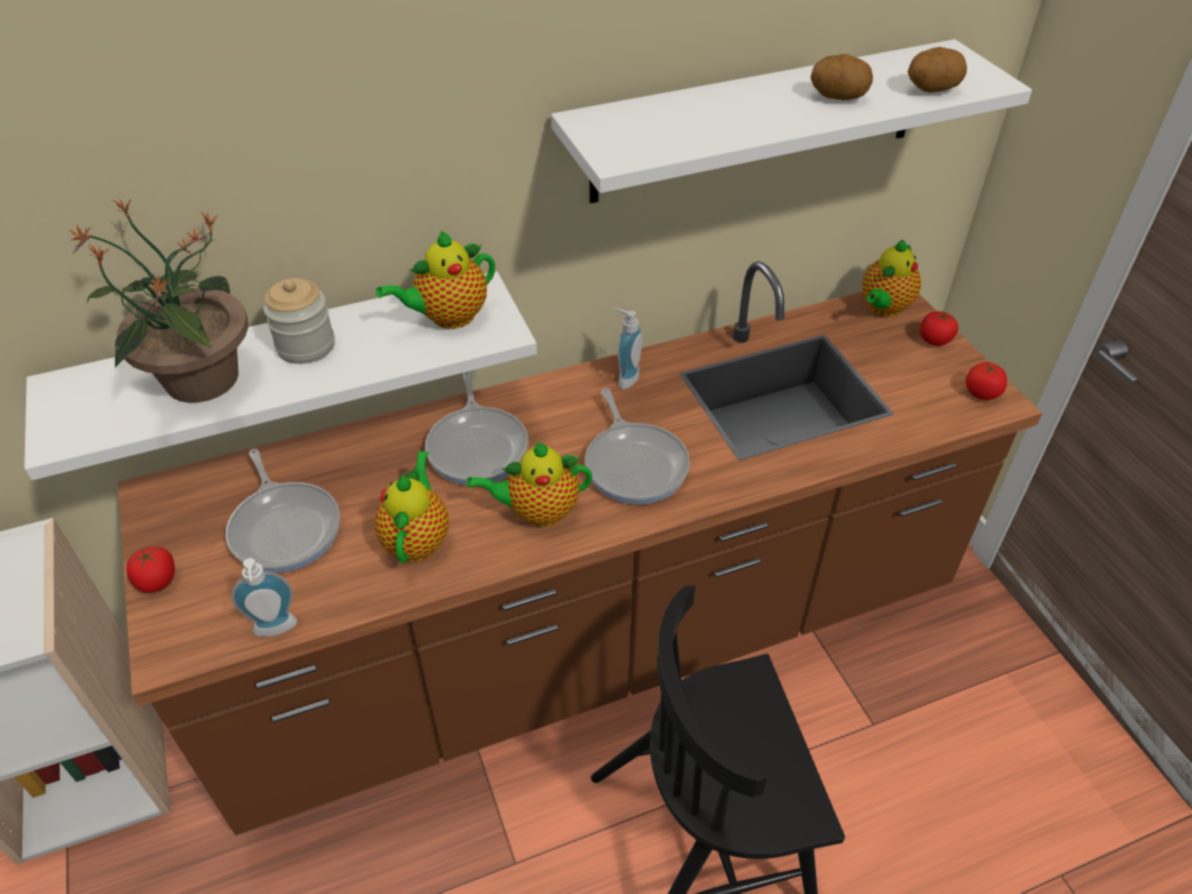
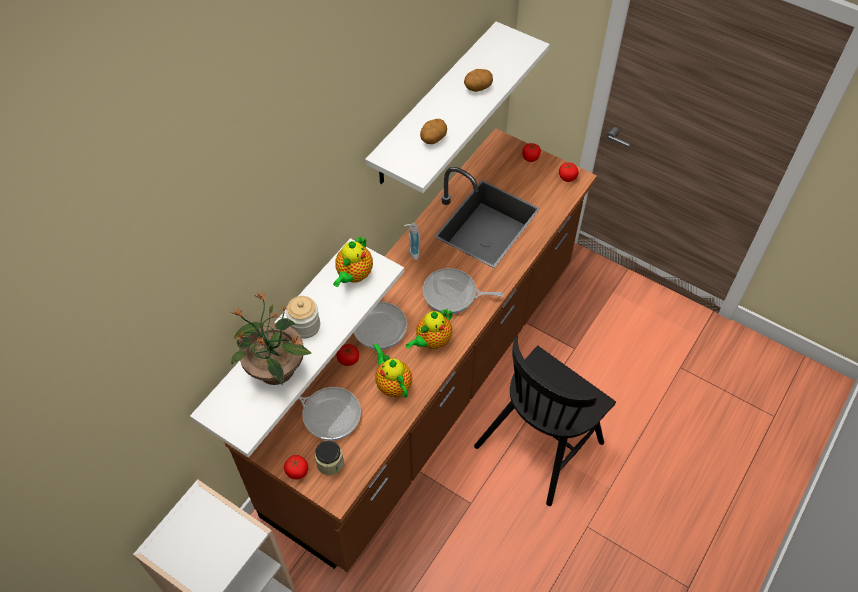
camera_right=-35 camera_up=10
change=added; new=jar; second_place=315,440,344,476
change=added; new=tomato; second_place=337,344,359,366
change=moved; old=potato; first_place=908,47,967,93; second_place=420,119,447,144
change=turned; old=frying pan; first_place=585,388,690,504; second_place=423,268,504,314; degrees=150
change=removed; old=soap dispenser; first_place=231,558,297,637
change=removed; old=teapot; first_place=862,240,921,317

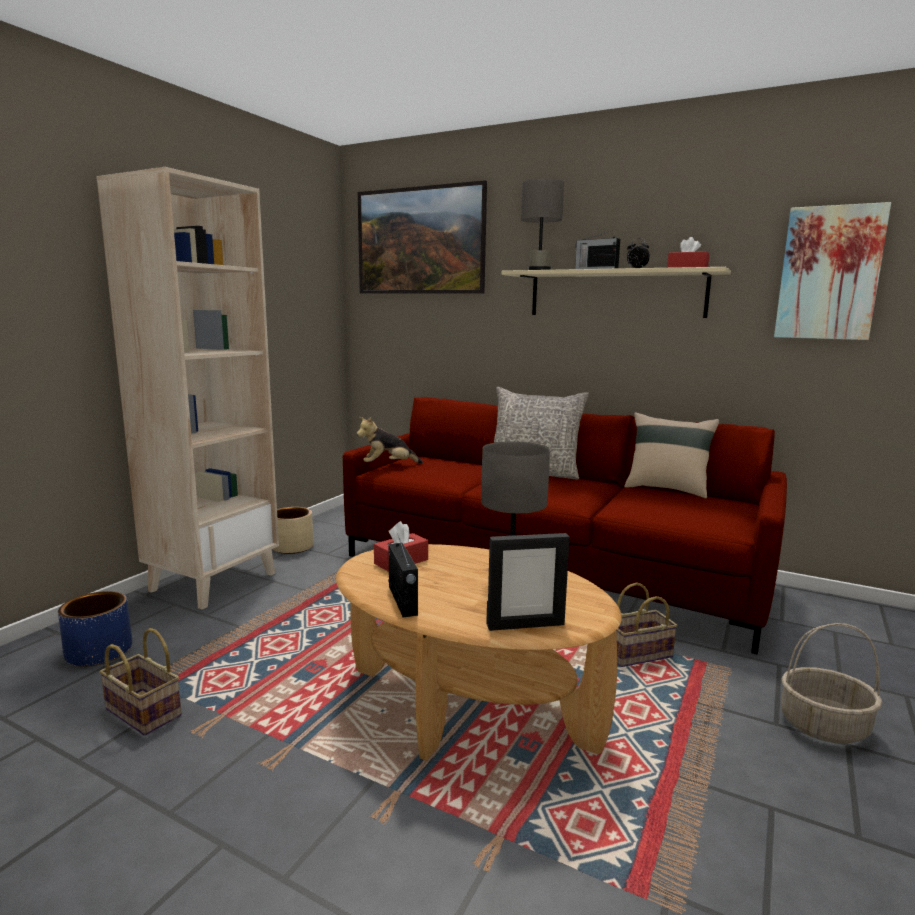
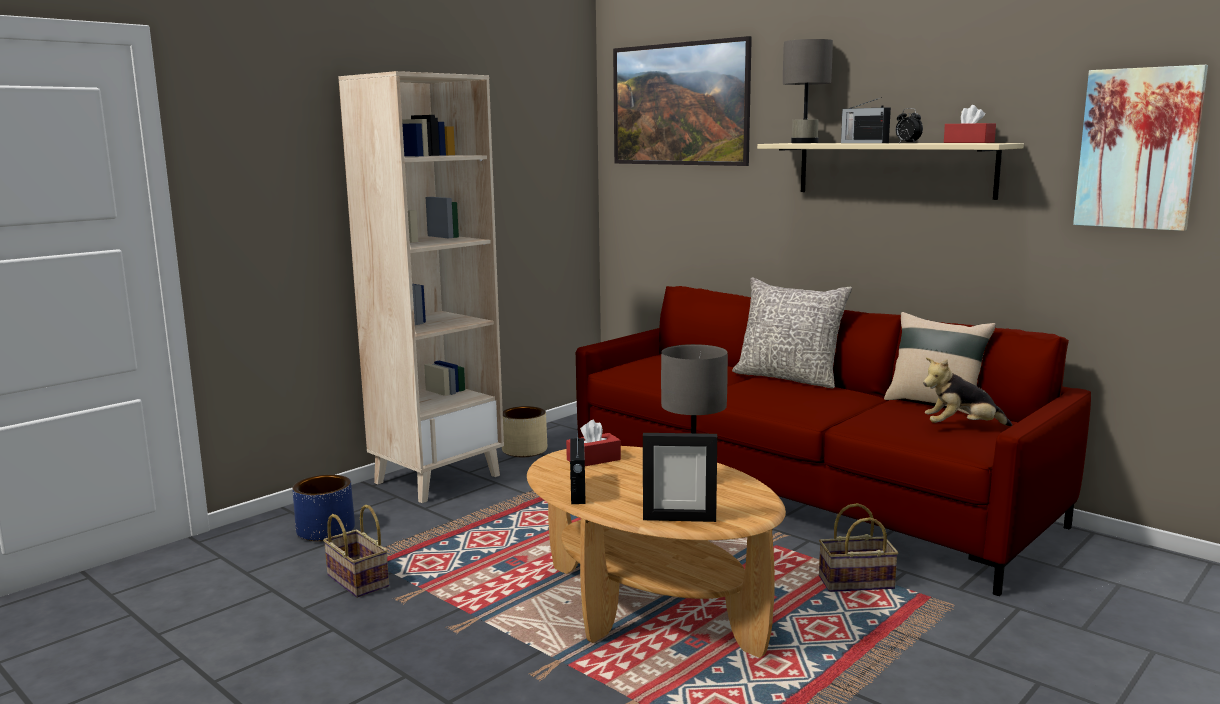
camera_right=15 camera_up=0
change=moved; old=plush toy; first_place=357,417,423,464; second_place=923,358,1012,426
change=removed; old=basket; first_place=781,623,882,744

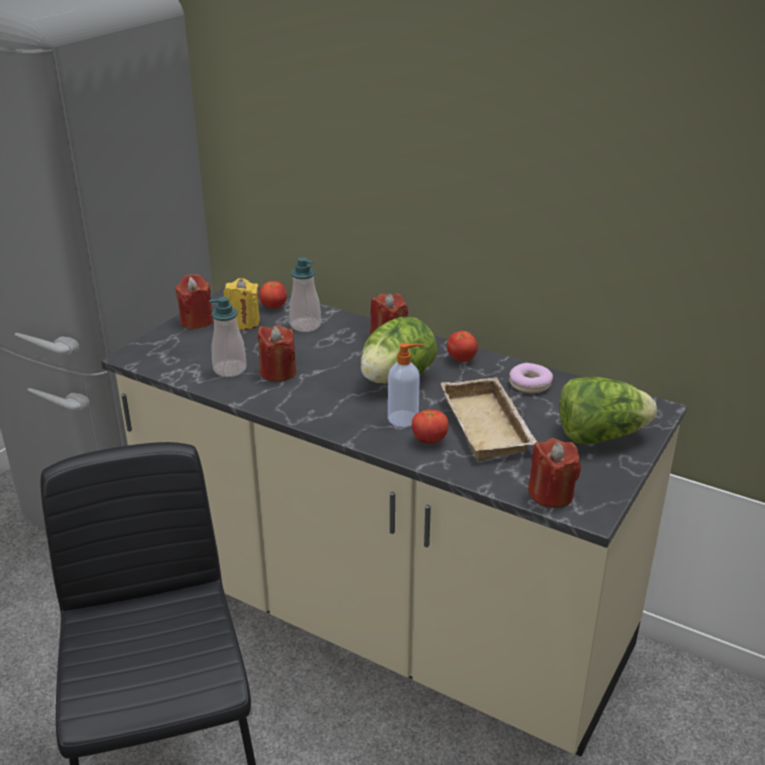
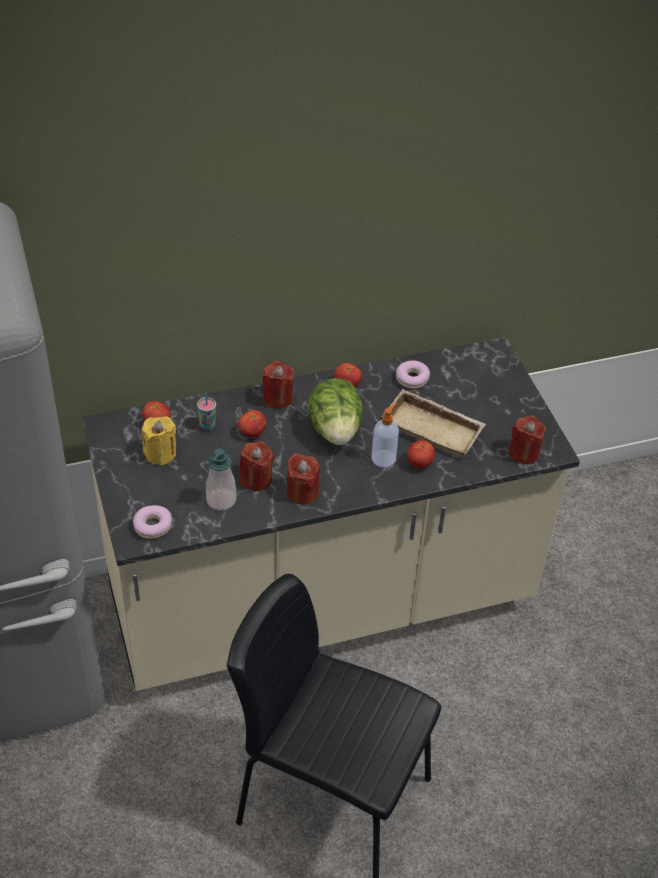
camera_right=-50 camera_up=15
change=added; new=donut; second_place=133,505,172,539
change=replaced; old=soap dispenser; new=cup; first_place=289,257,321,332; second_place=197,392,216,430
change=added; new=tomato; second_place=238,410,266,438
change=moved; old=candle (red); first_place=175,274,213,329; second_place=286,453,320,504
change=removed; old=lettuce; first_place=559,377,657,444

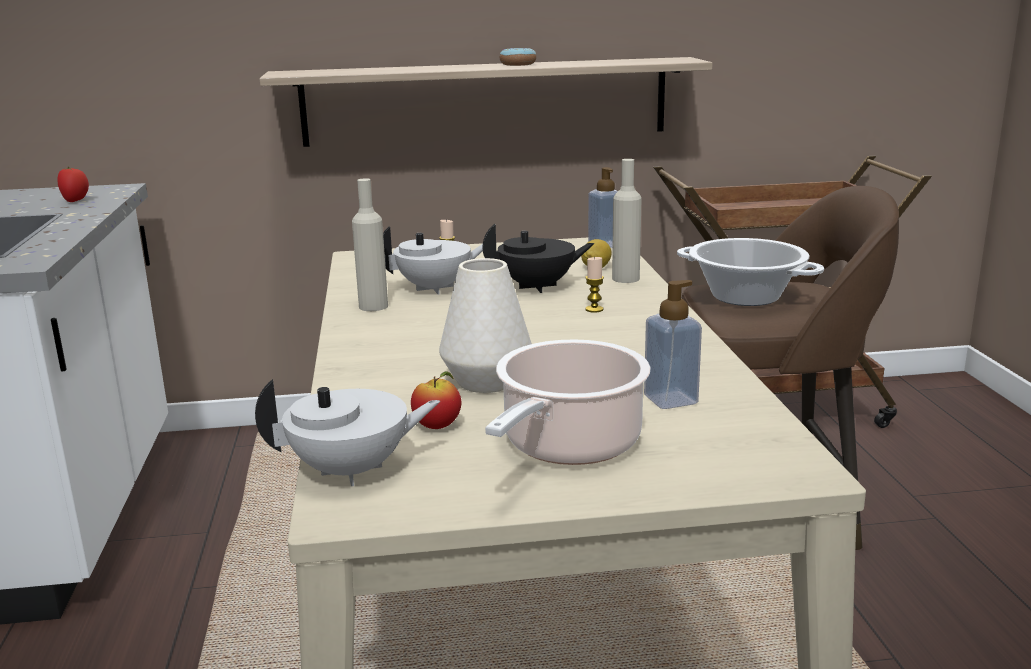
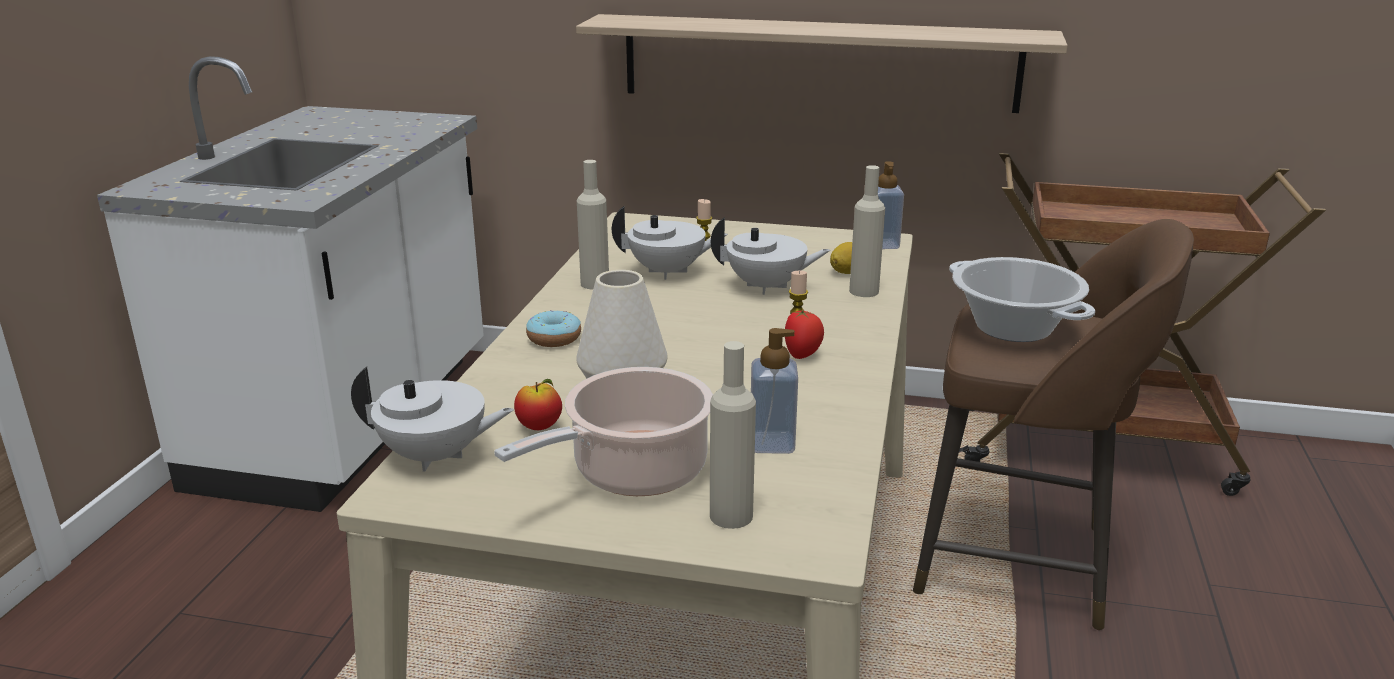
camera_right=20 camera_up=5
change=moved; old=donut; first_place=500,48,536,66; second_place=526,311,581,347
change=added; new=bottle (beige); second_place=710,341,756,529
change=recoloured; old=teapot (black); new=teapot (white); first_place=483,224,595,293; second_place=711,217,831,295
change=moved; old=tomato; first_place=57,167,89,202; second_place=785,310,824,359

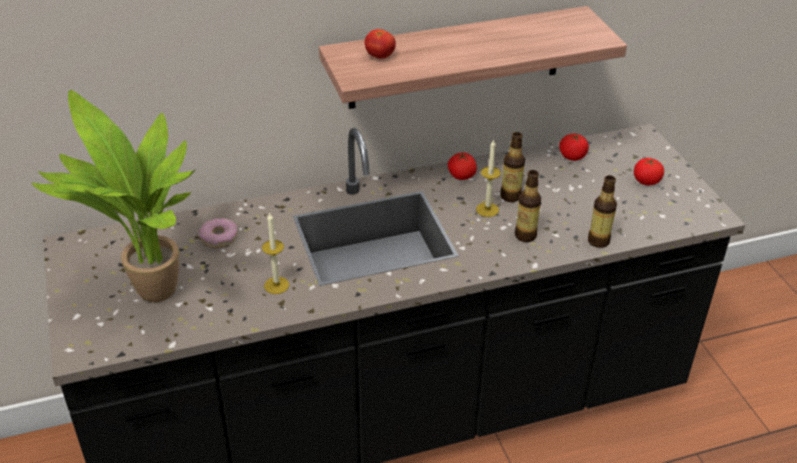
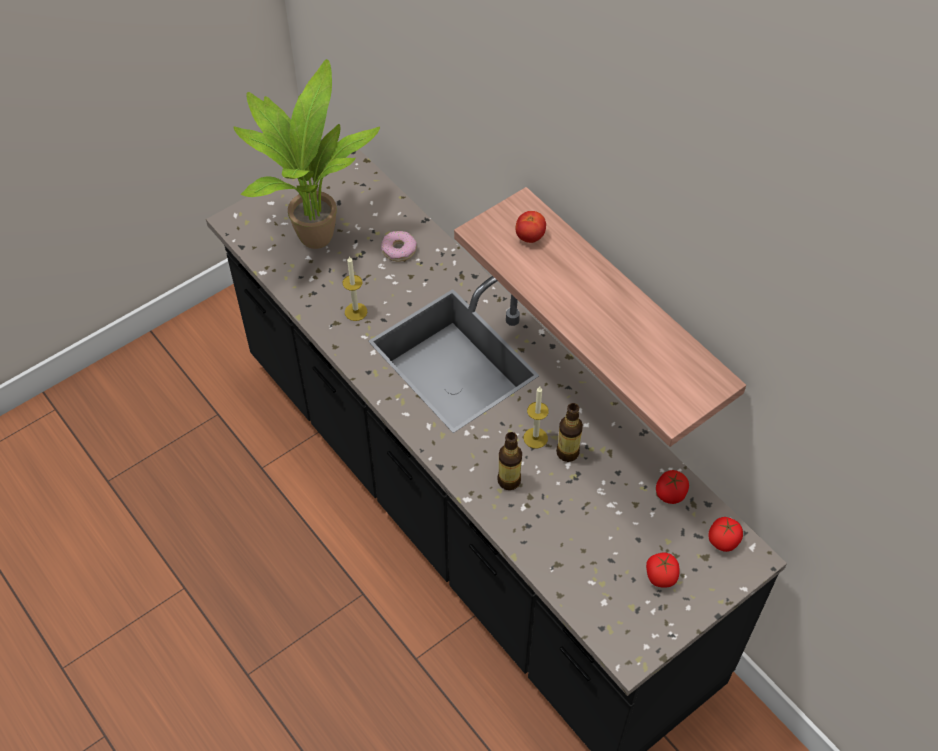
camera_right=70 camera_up=15
change=moved; old=tomato; first_place=448,152,477,180; second_place=708,517,743,552
change=removed; old=bottle; first_place=588,175,617,248

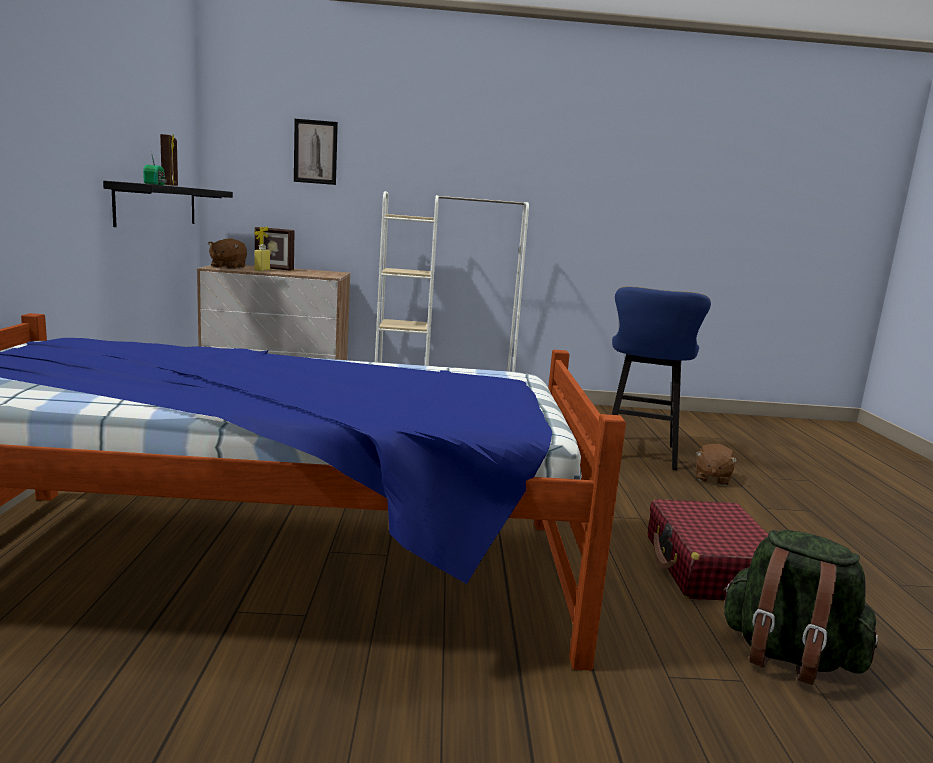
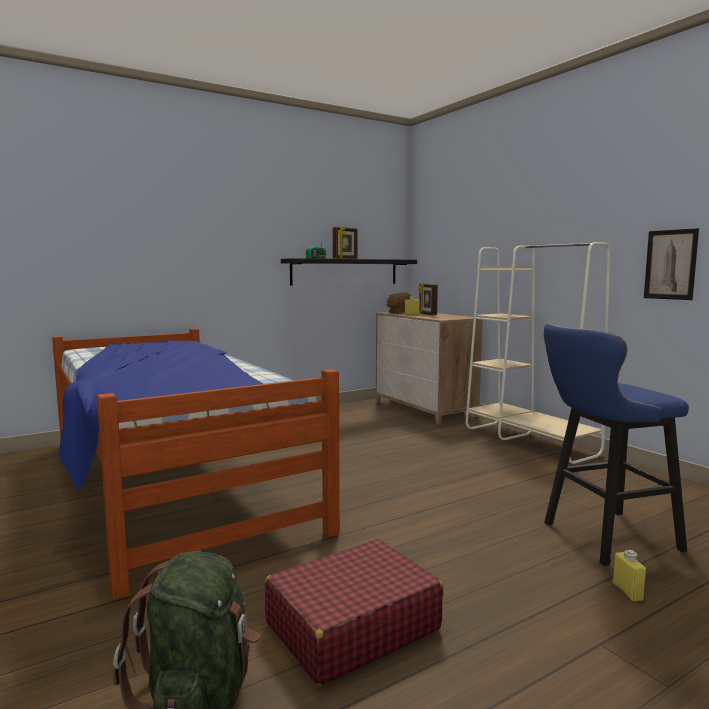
camera_right=60 camera_up=-5
change=replaced; old=plush toy (brown); new=bottle (yellow); first_place=696,444,738,486; second_place=613,550,646,601
change=moved; old=picture; first_place=294,119,338,185; second_place=644,228,699,300

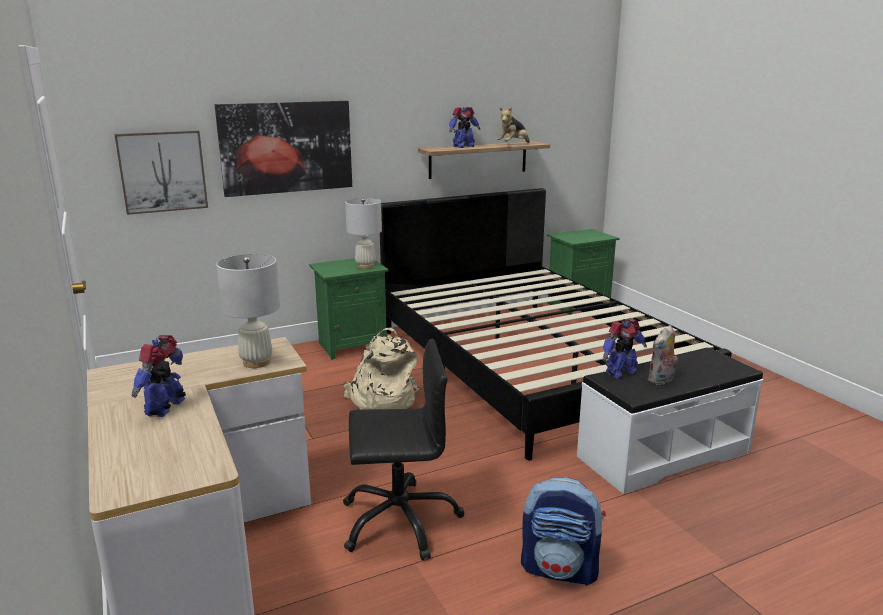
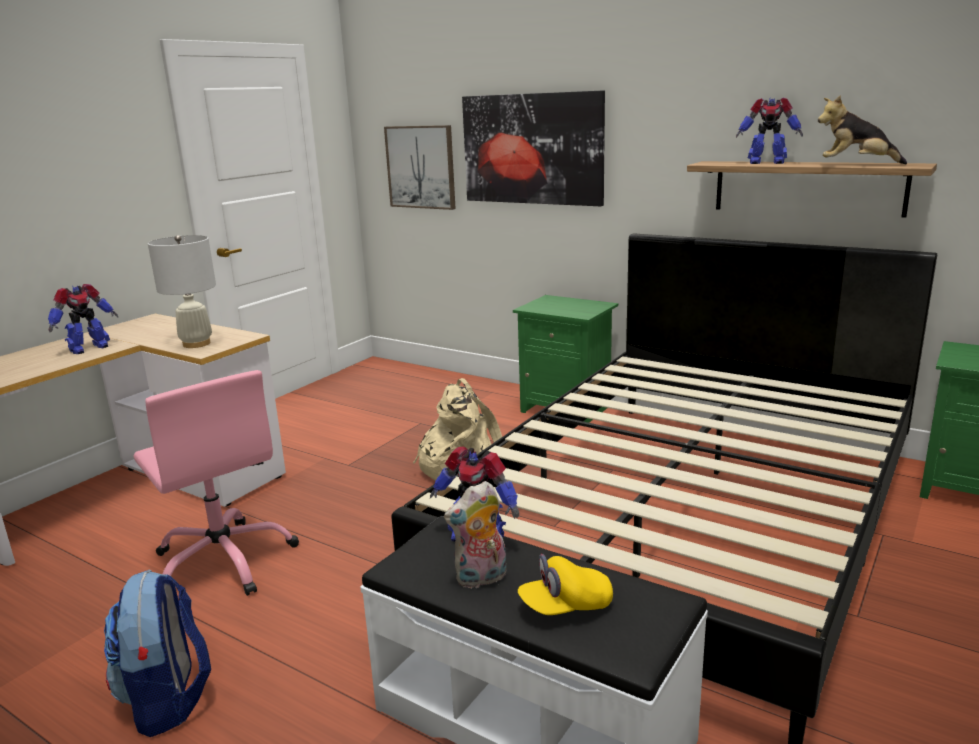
camera_right=60 camera_up=0
change=turned; old=toy robot; first_place=132,335,186,417; second_place=48,284,118,354; degrees=150
change=recoloured; old=office chair (black); new=office chair (pink); first_place=343,339,465,561; second_place=133,370,299,596
change=turned; old=plush toy; first_place=648,325,678,385; second_place=444,481,506,588; degrees=-45
change=added; new=cap (yellow); second_place=518,554,613,615
change=removed; old=table lamp (white); first_place=345,198,382,269

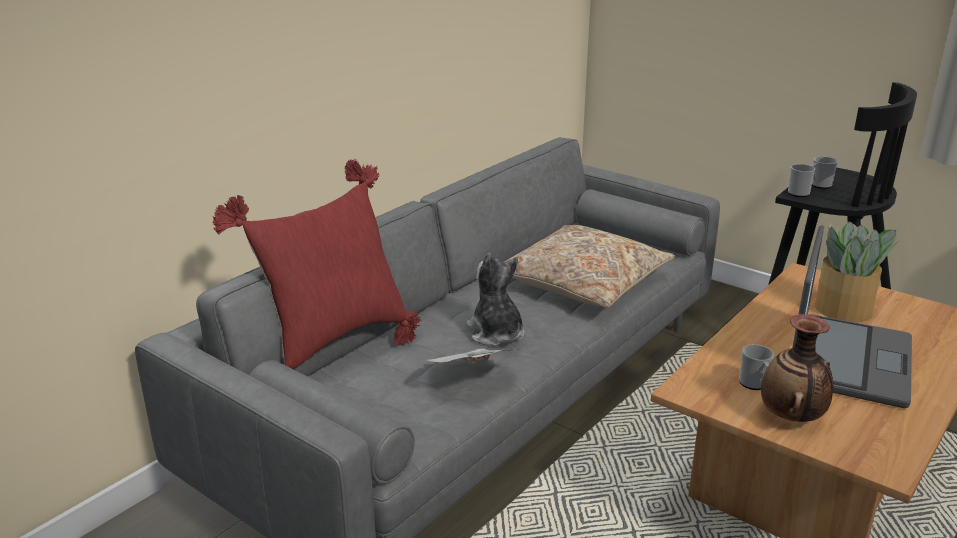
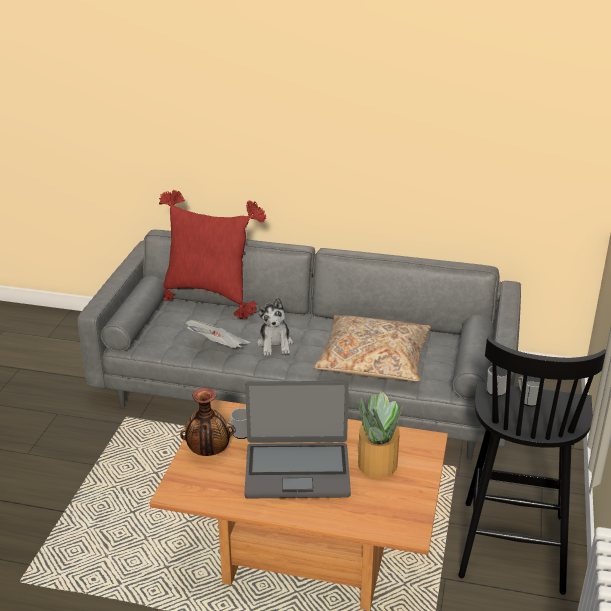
camera_right=65 camera_up=5
change=turned; old=plush toy; first_place=466,253,525,347; second_place=256,298,293,356; degrees=135

